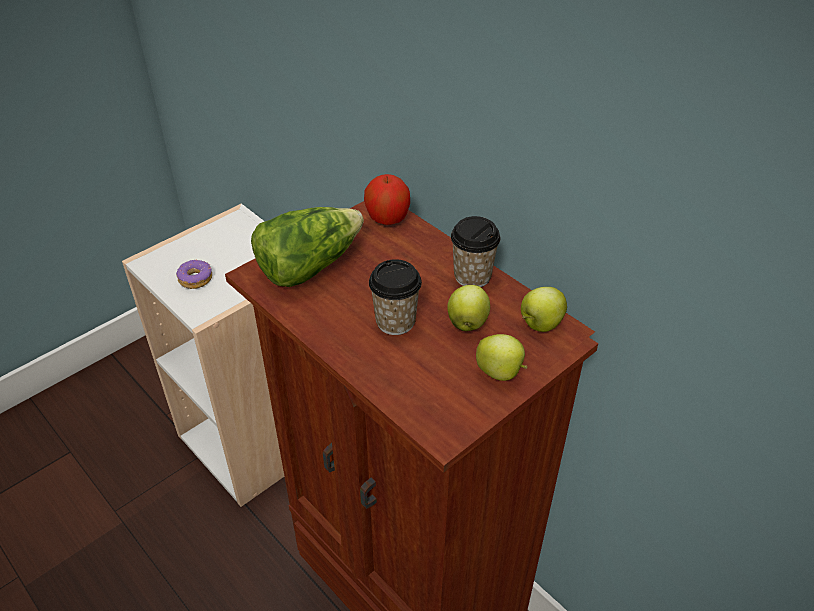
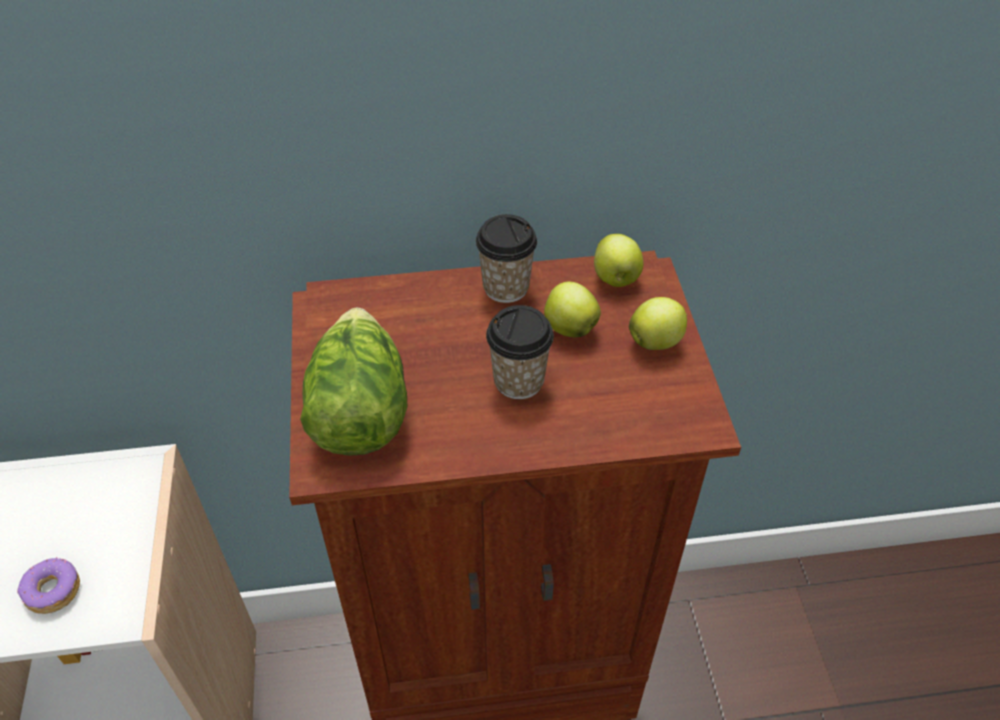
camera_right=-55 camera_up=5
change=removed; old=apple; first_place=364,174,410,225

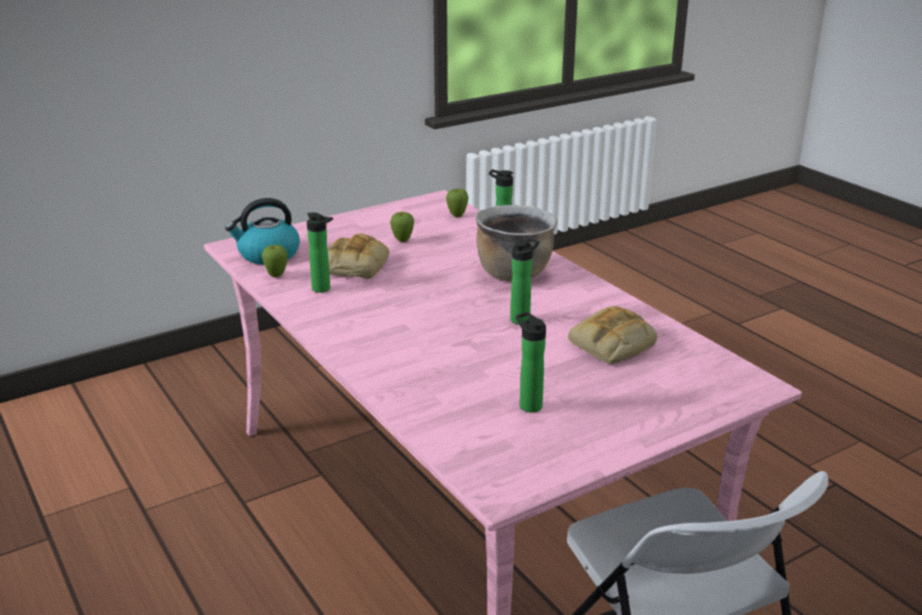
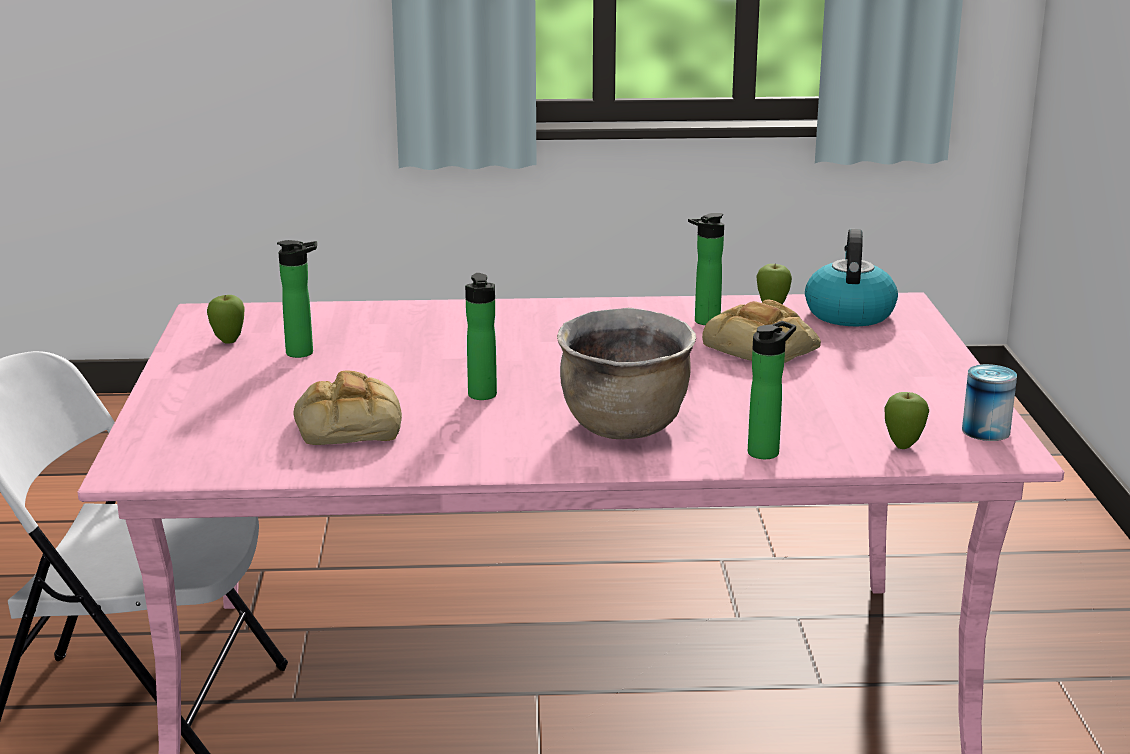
camera_right=120 camera_up=-5
change=moved; old=apple; first_place=390,212,414,242; second_place=207,295,245,344
change=added; new=can; second_place=962,364,1017,441

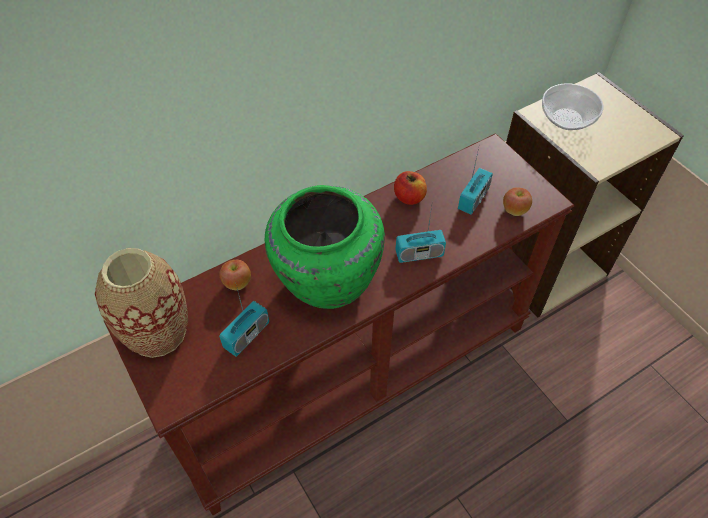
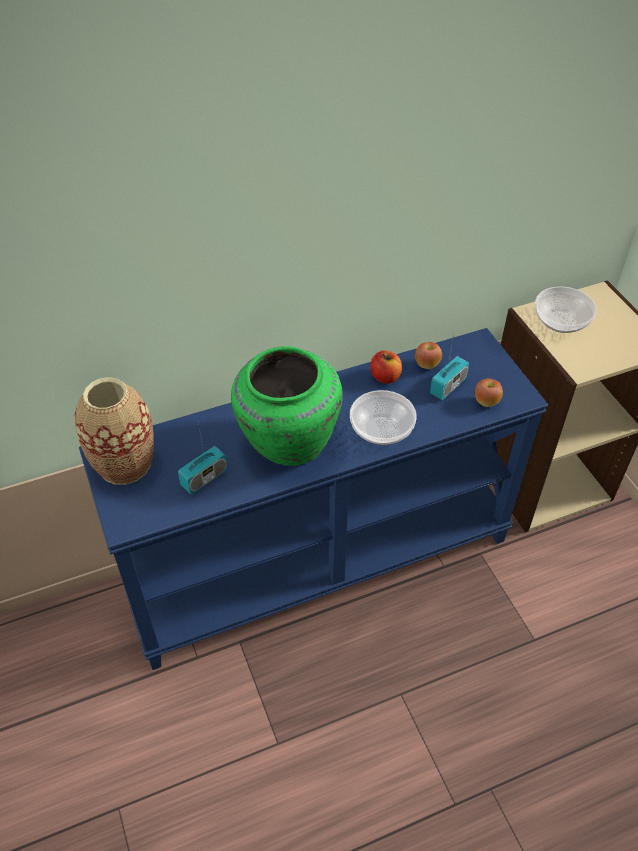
camera_right=10 camera_up=-5
change=recoloured; old=console table (brown); new=console table (blue); first_place=104,133,574,515; second_place=79,328,549,670
change=replaced; old=radio; new=bowl; first_place=395,206,446,263; second_place=350,390,417,445
change=moved; old=apple; first_place=220,260,251,290; second_place=415,342,442,369

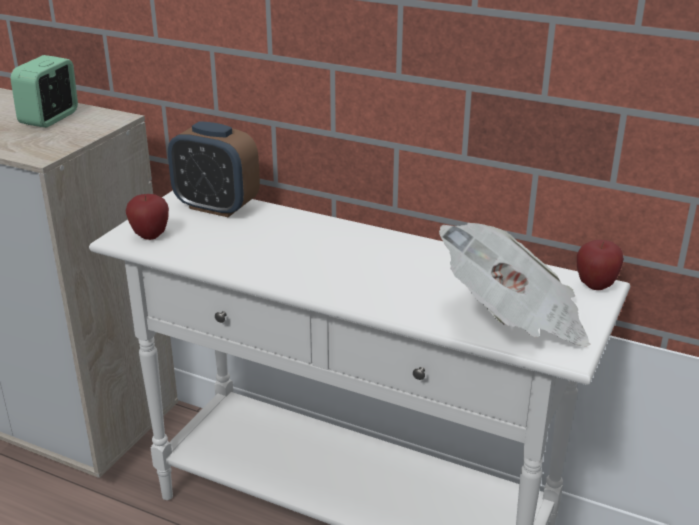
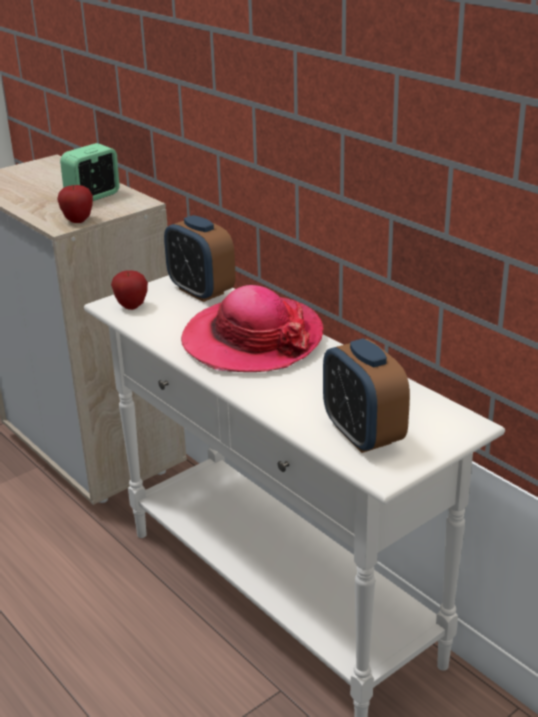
camera_right=25 camera_up=0
change=moved; old=apple; first_place=577,240,624,290; second_place=57,185,93,223
change=added; new=hat; second_place=181,285,324,372
change=replaced; old=newspaper; new=alarm clock; first_place=439,223,591,347; second_place=323,339,410,453

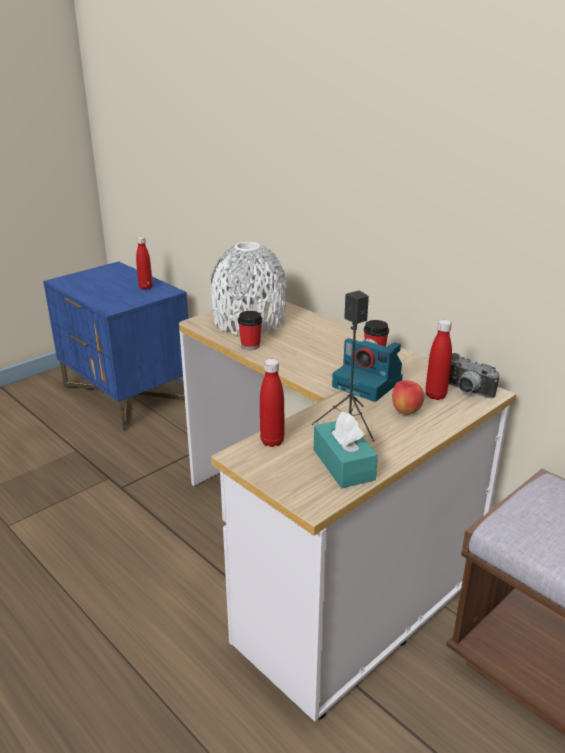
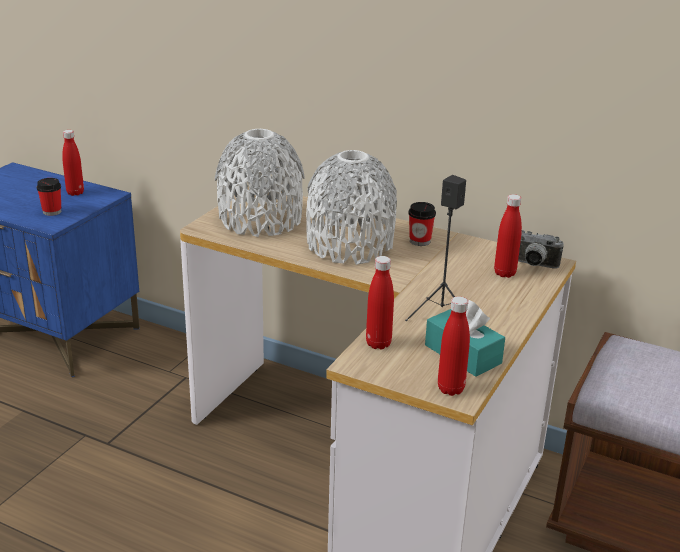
camera_right=-20 camera_up=0
change=moved; old=cup; first_place=238,311,262,350; second_place=37,178,61,216
change=added; new=vase (white); second_place=306,150,397,265
change=added; new=bottle (red); second_place=438,296,470,396
change=removed; old=photo camera; first_place=332,338,403,402
change=removed; old=apple; first_place=392,380,425,415

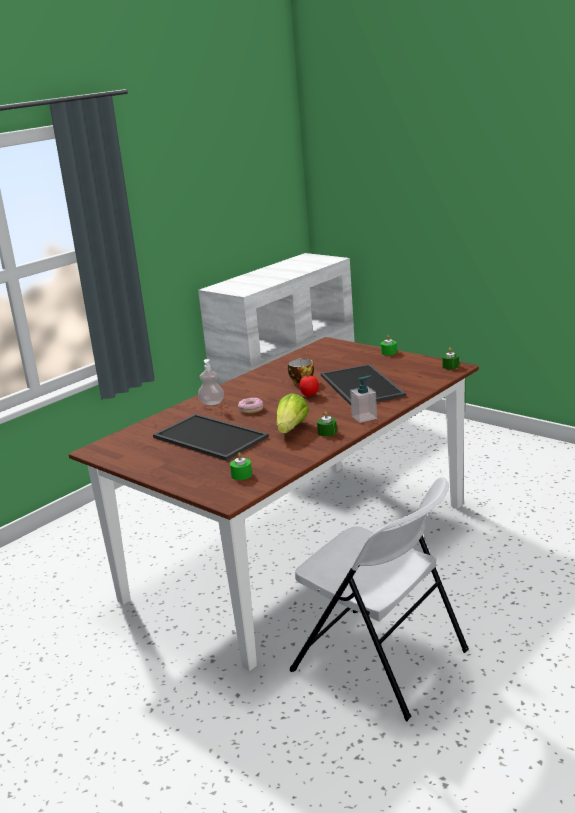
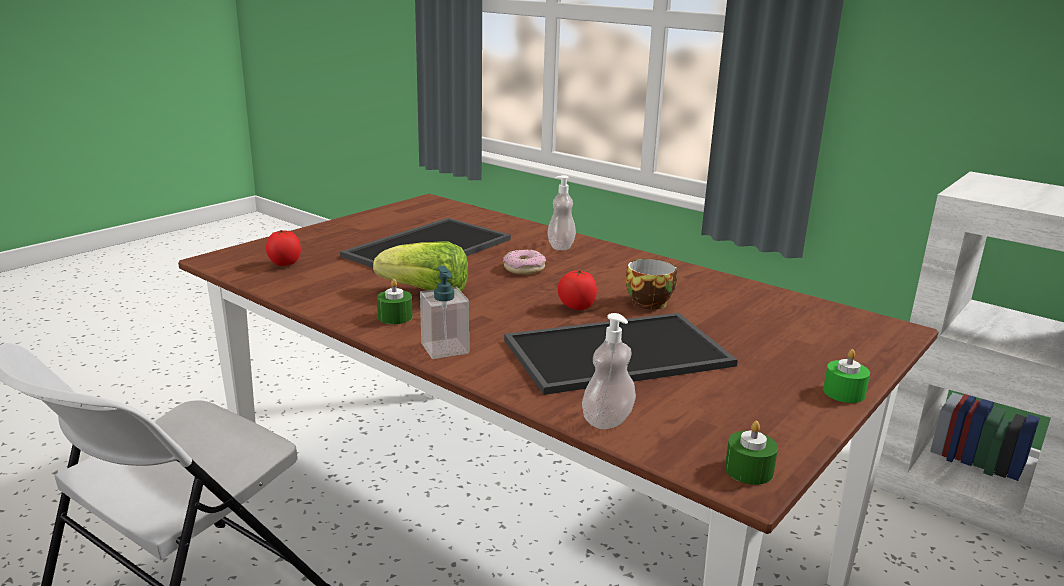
camera_right=85 camera_up=0
change=replaced; old=candle (green); new=tomato; first_place=230,452,252,480; second_place=266,230,301,266
change=added; new=soap dispenser; second_place=582,313,636,429

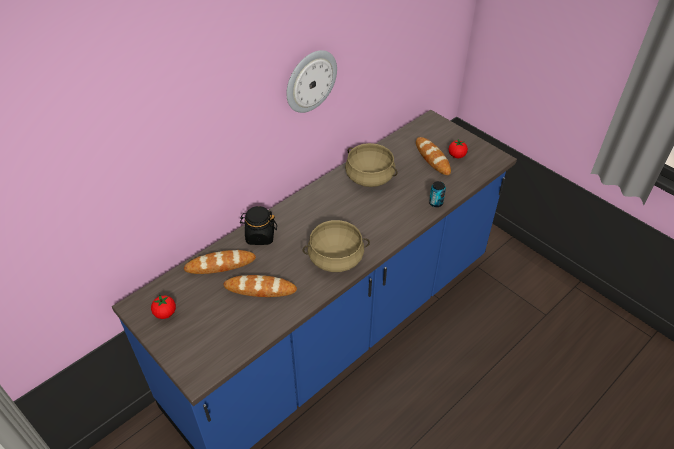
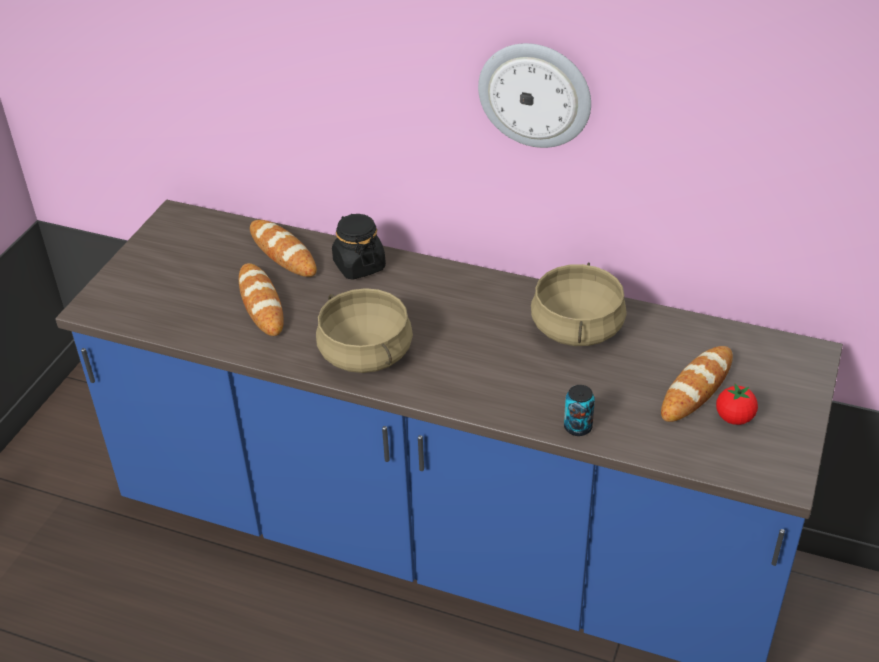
camera_right=65 camera_up=-5
change=removed; old=tomato; first_place=151,295,176,319

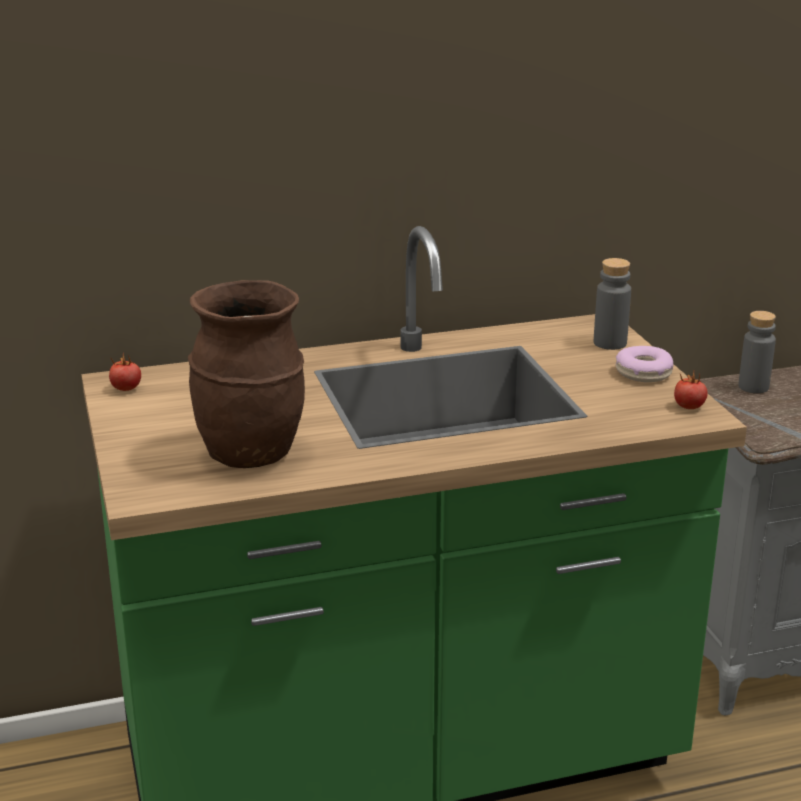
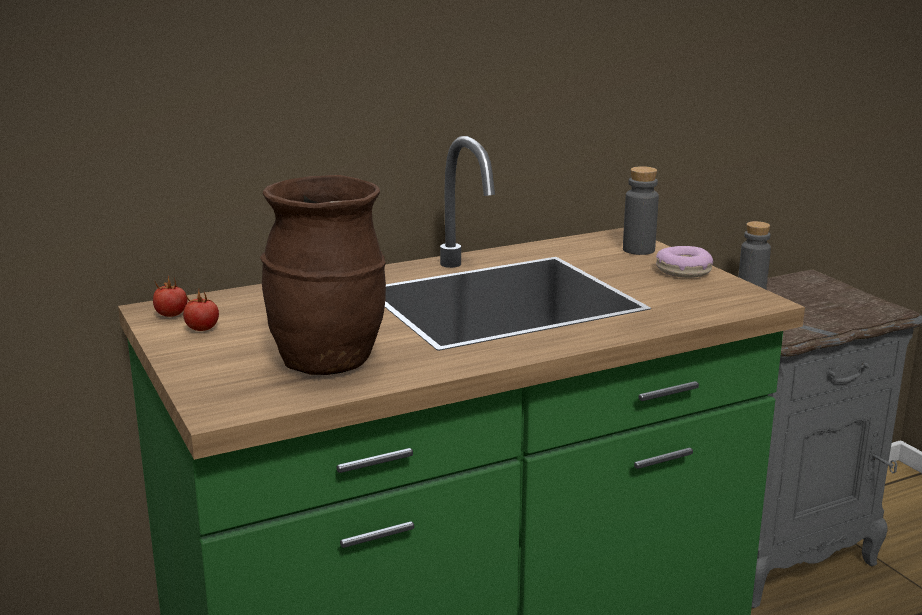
camera_right=-10 camera_up=-5
change=moved; old=tomato; first_place=674,371,708,409; second_place=183,289,219,331

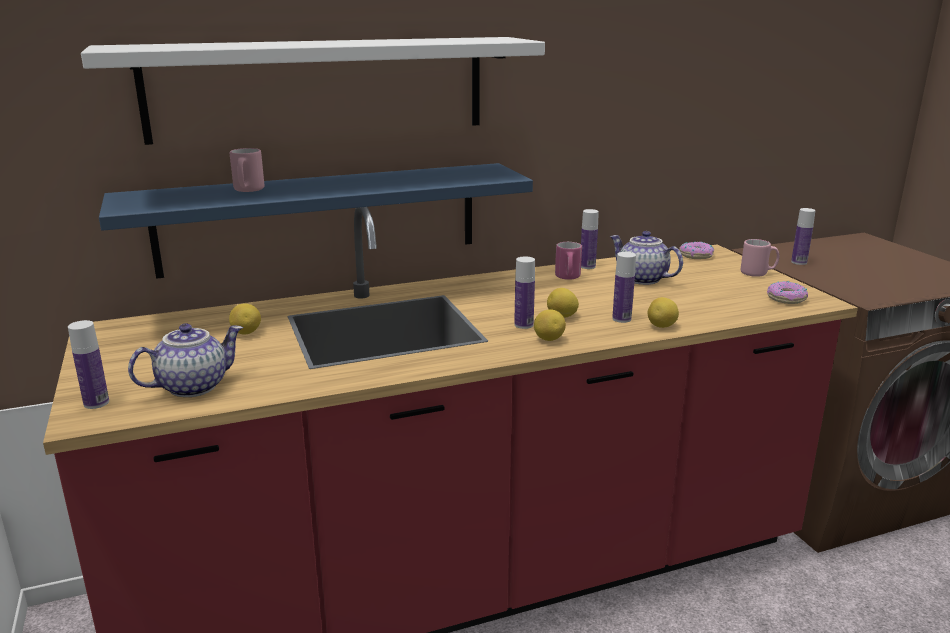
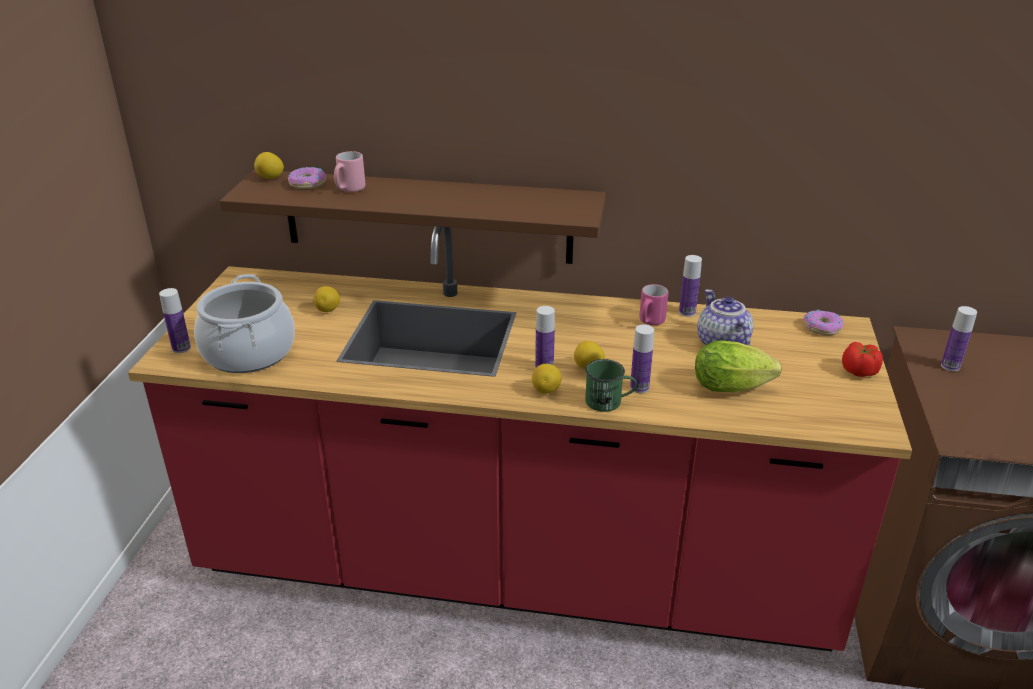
camera_right=30 camera_up=10
change=replaced; old=teapot; new=cooking pot; first_place=128,323,243,397; second_place=194,274,295,373
change=recoloured; old=shelf (blue); new=shelf (brown); first_place=99,163,533,279; second_place=220,170,606,264
change=moved; old=lemon; first_place=648,297,679,328; second_place=254,152,284,179
change=moved; old=donut; first_place=767,281,808,304; second_place=288,167,326,189
change=added; new=mug (green); second_place=585,359,637,412
change=added; new=lettuce; second_place=695,340,782,392
change=replaced; old=mug (pink); new=tomato; first_place=741,239,779,277; second_place=842,342,883,377
change=removed; old=shelf (white); first_place=81,37,545,145

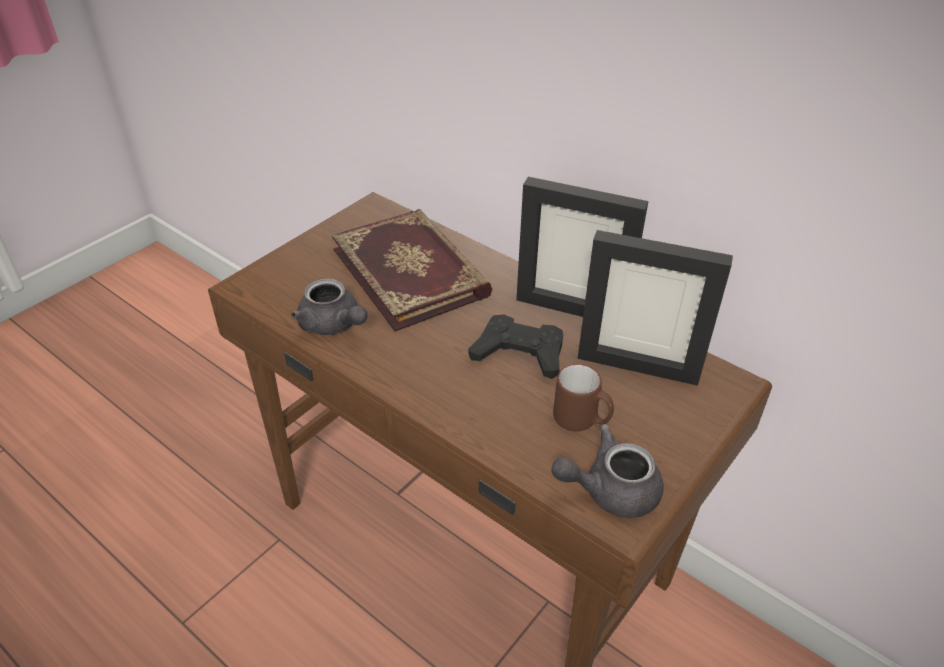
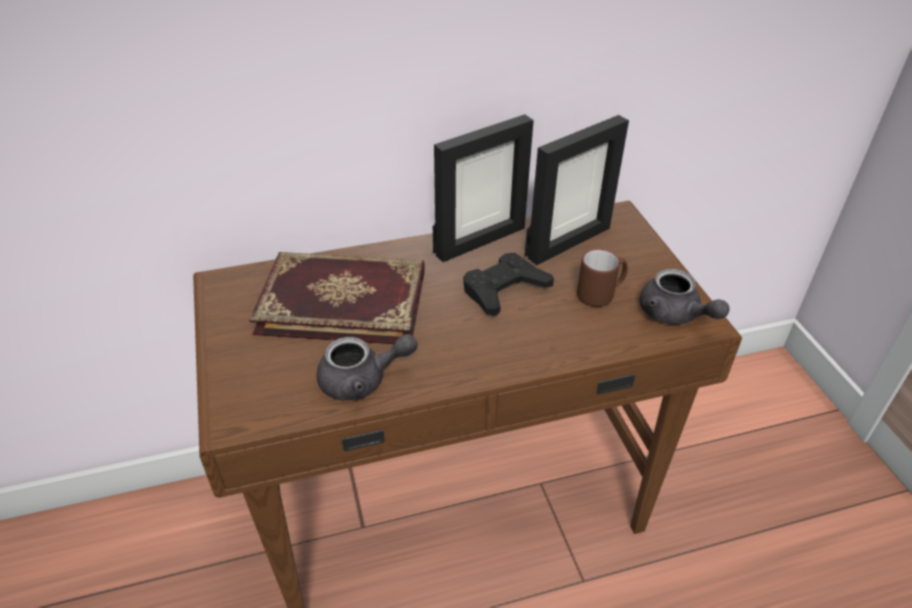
camera_right=-55 camera_up=0
change=turned; old=teapot (grey); first_place=551,424,663,518; second_place=640,269,729,325; degrees=-60

